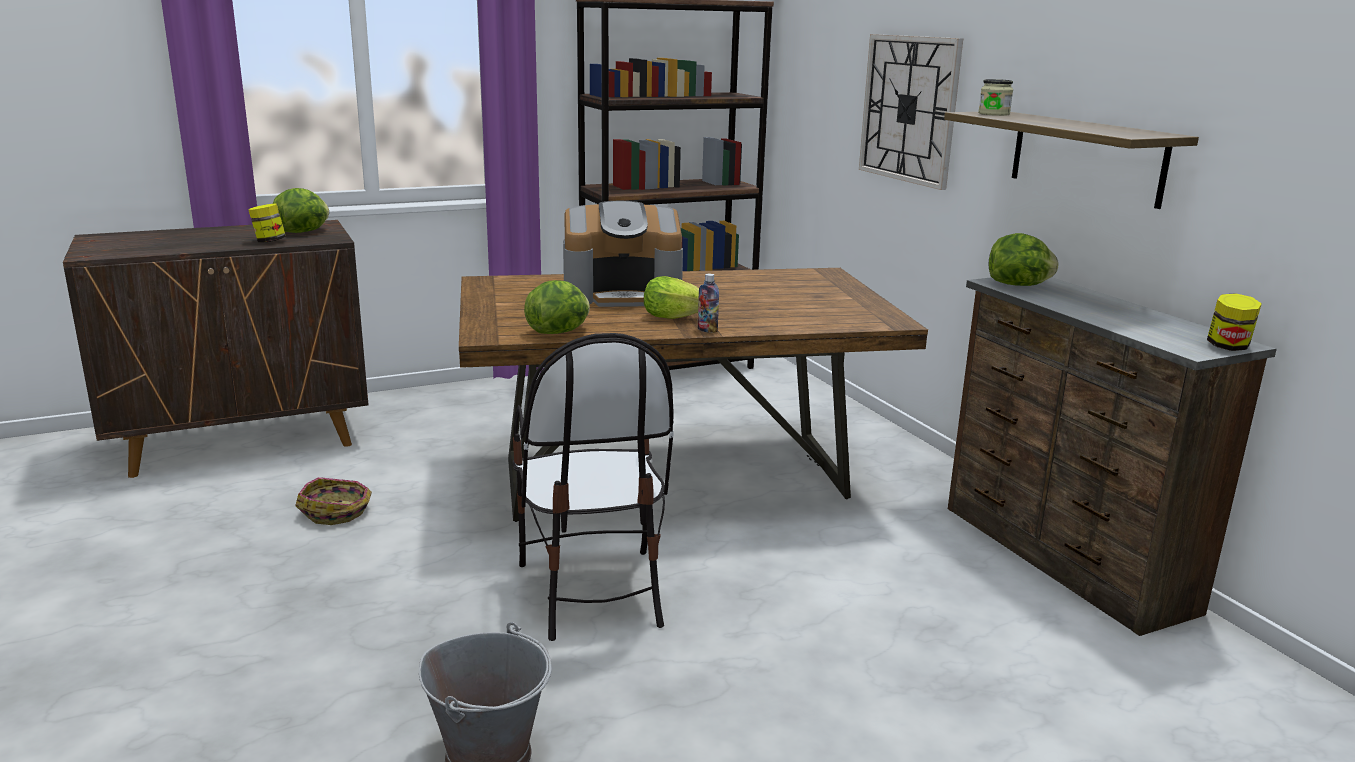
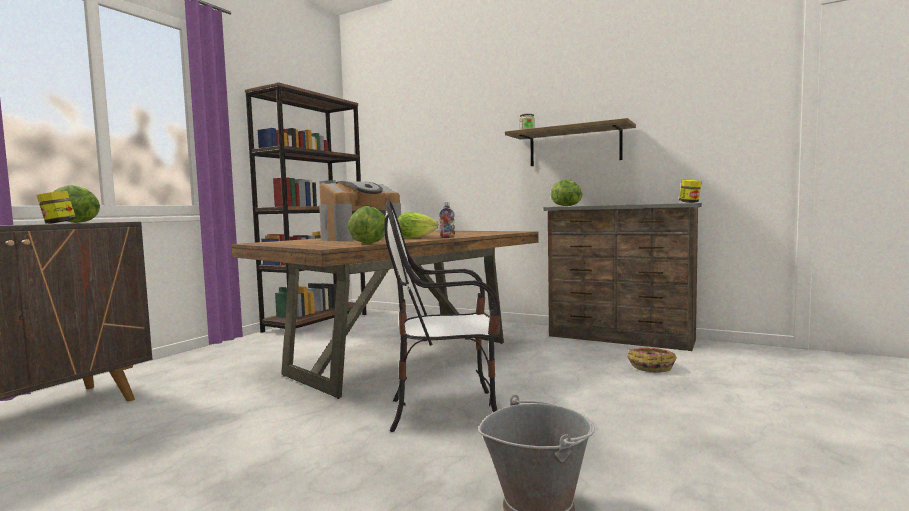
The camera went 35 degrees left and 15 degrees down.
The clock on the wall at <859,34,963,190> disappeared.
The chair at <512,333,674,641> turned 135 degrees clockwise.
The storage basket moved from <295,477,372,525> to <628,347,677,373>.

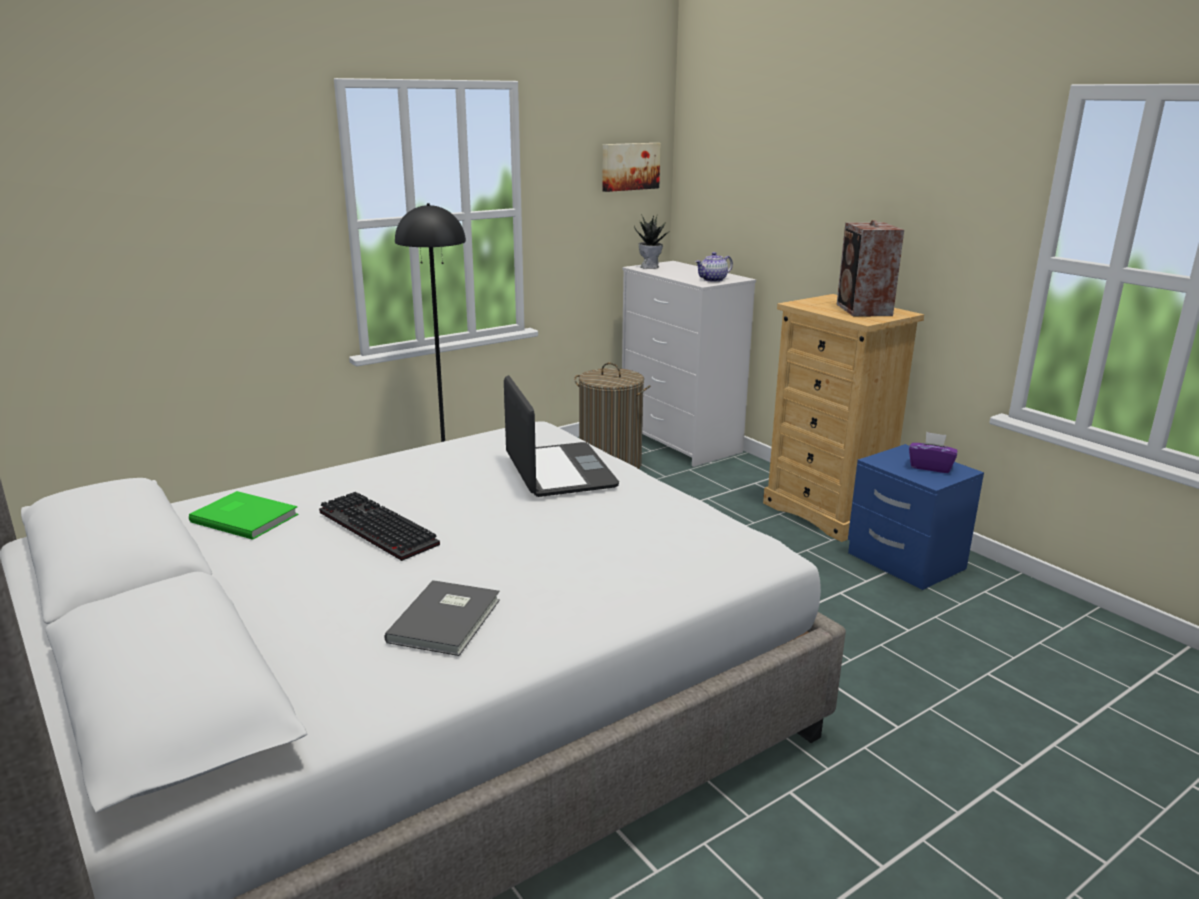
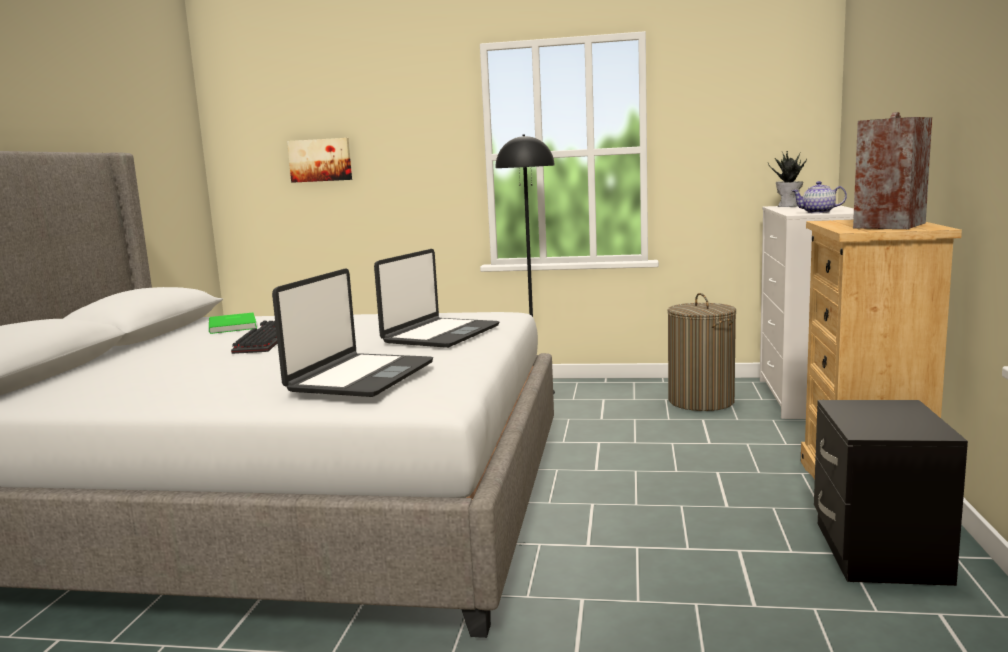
The camera went 45 degrees right and 10 degrees down.
The wall art moved from <602,143,661,192> to <287,138,352,183>.
The tissue box/purple-coloured at <909,432,957,473> disappeared.
The bedside table/blue-coloured at <848,444,984,590> became the bedside table/black at <814,400,968,586>.
The book/grey at <384,580,500,656> disappeared.
The portable computer at <272,268,433,397> appeared.

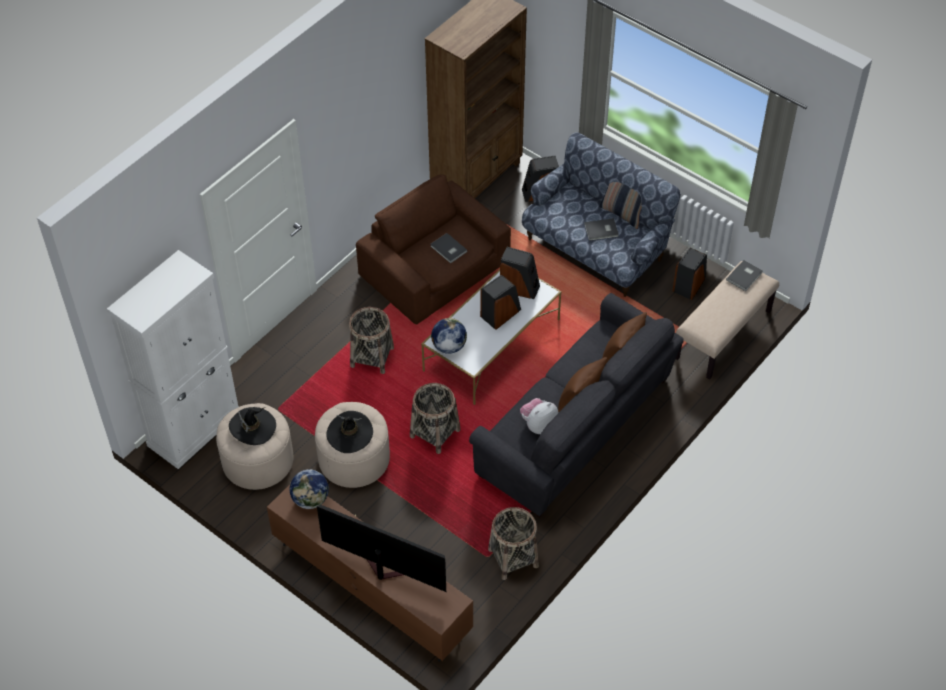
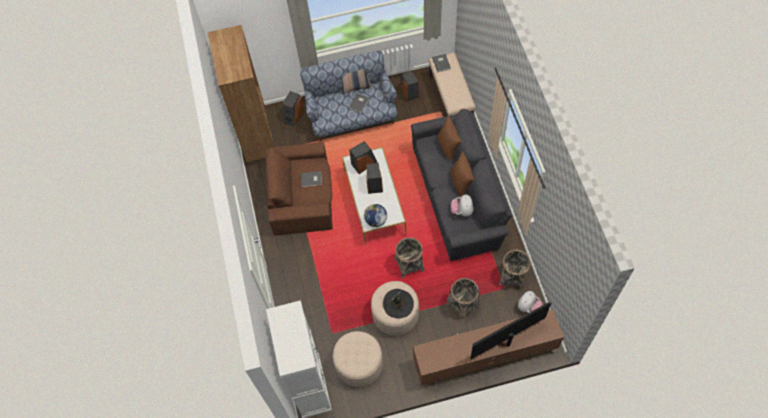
The camera went 50 degrees left and 10 degrees up.
The storage basket moved from <349,307,394,374> to <446,278,480,320>.
The clothing hat/black at <229,407,276,445> disappeared.
The desk globe at <290,469,329,509> disappeared.
The plush toy at <518,291,543,313> appeared.

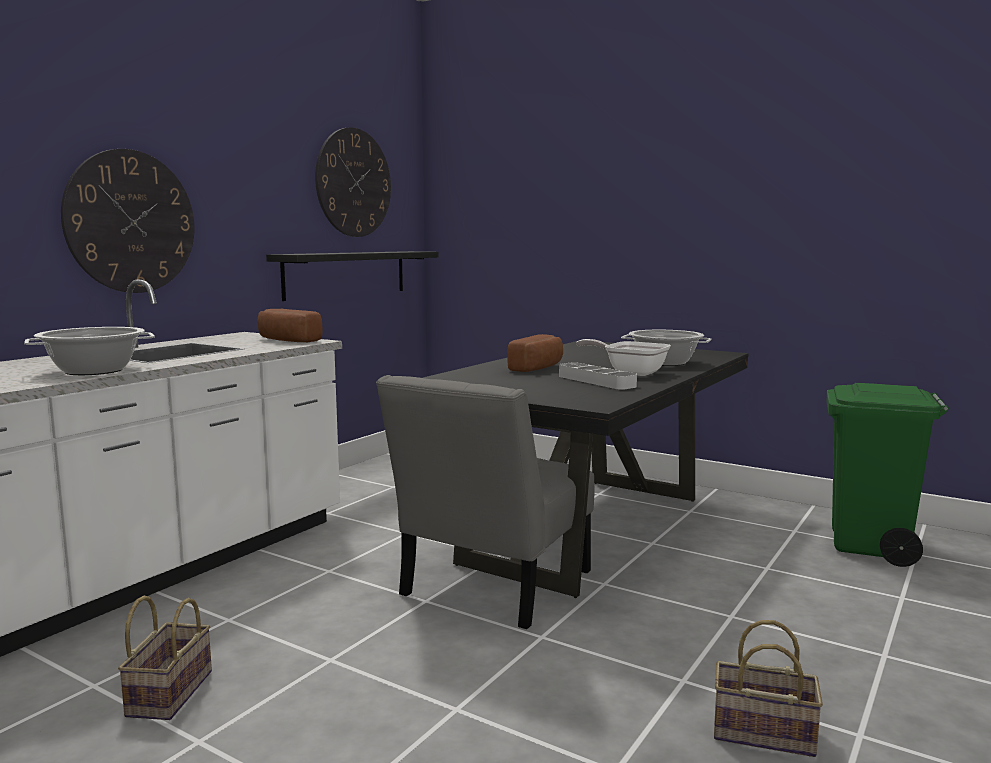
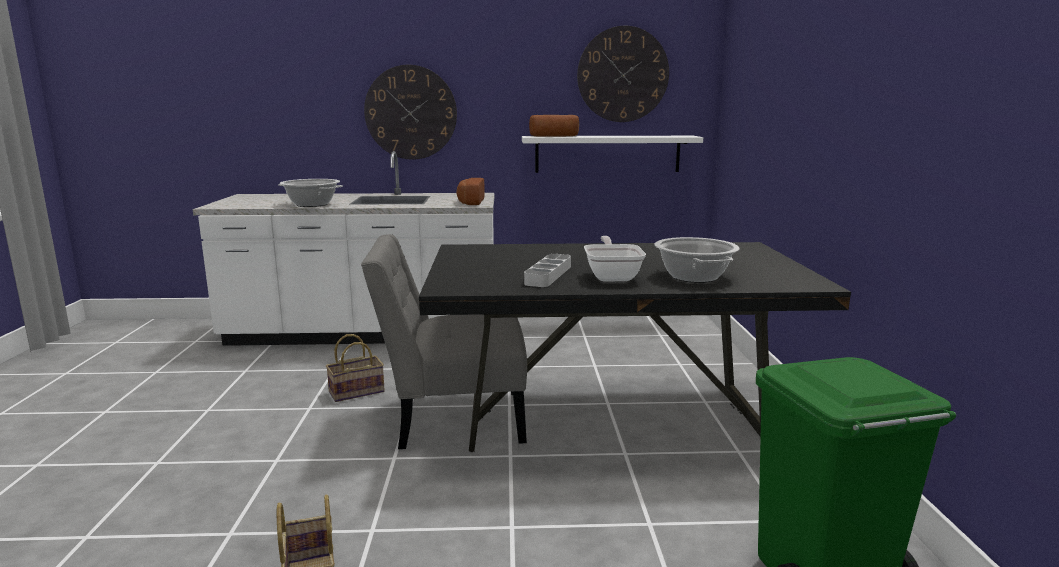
The camera went 55 degrees right and 5 degrees up.
The wall shelf/black at <266,251,439,301> became the wall shelf/white at <522,136,703,173>.
The bakery bread moved from <507,334,563,372> to <529,115,579,137>.
The storage basket moved from <118,596,212,720> to <326,334,385,402>.

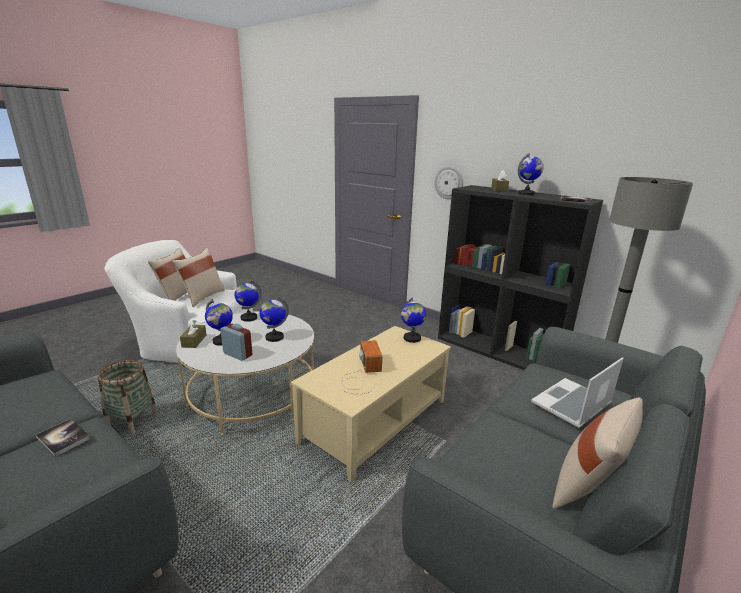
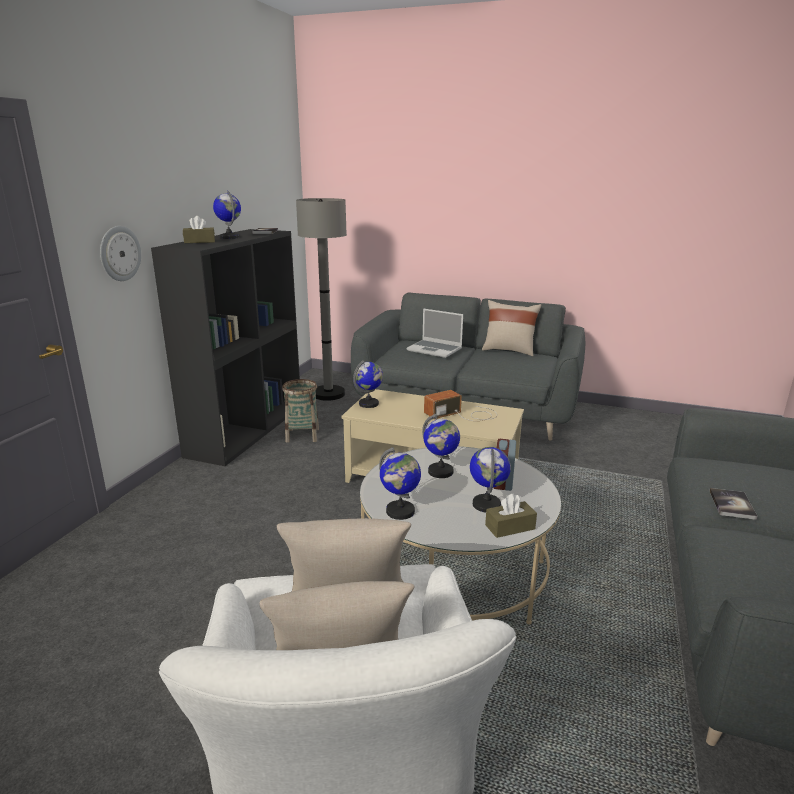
The camera went 110 degrees left and 0 degrees up.
The storage basket moved from <98,360,158,435> to <282,379,319,443>.

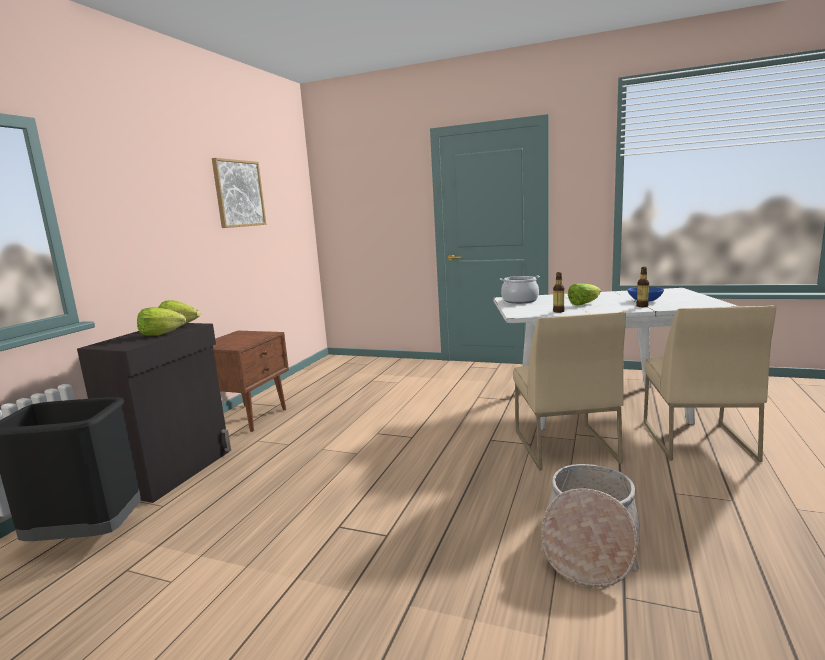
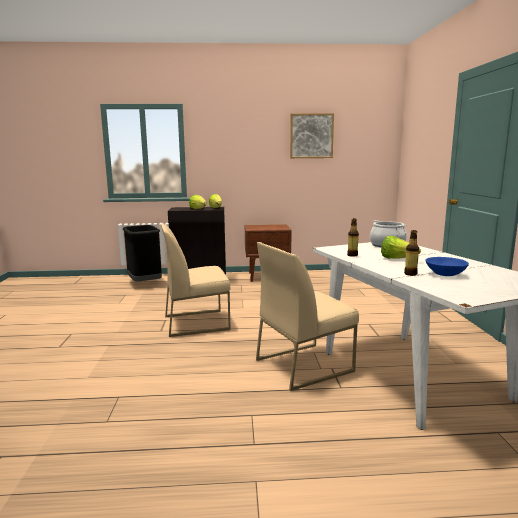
The camera went 65 degrees right and 0 degrees up.
The chair/beige-coloured moved from <644,306,776,462> to <161,223,231,337>.
The storage basket at <541,464,640,587> disappeared.

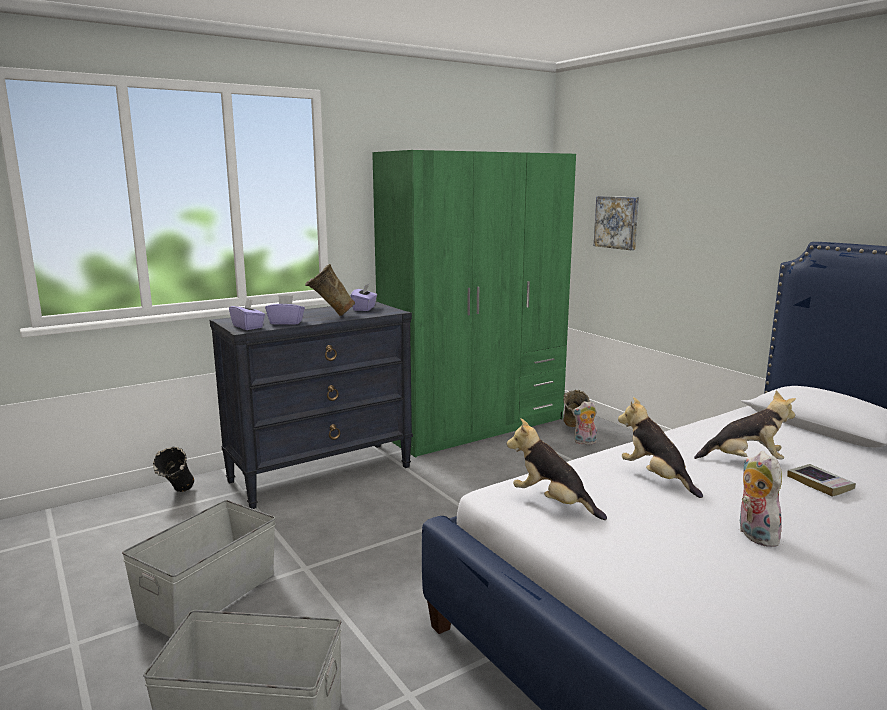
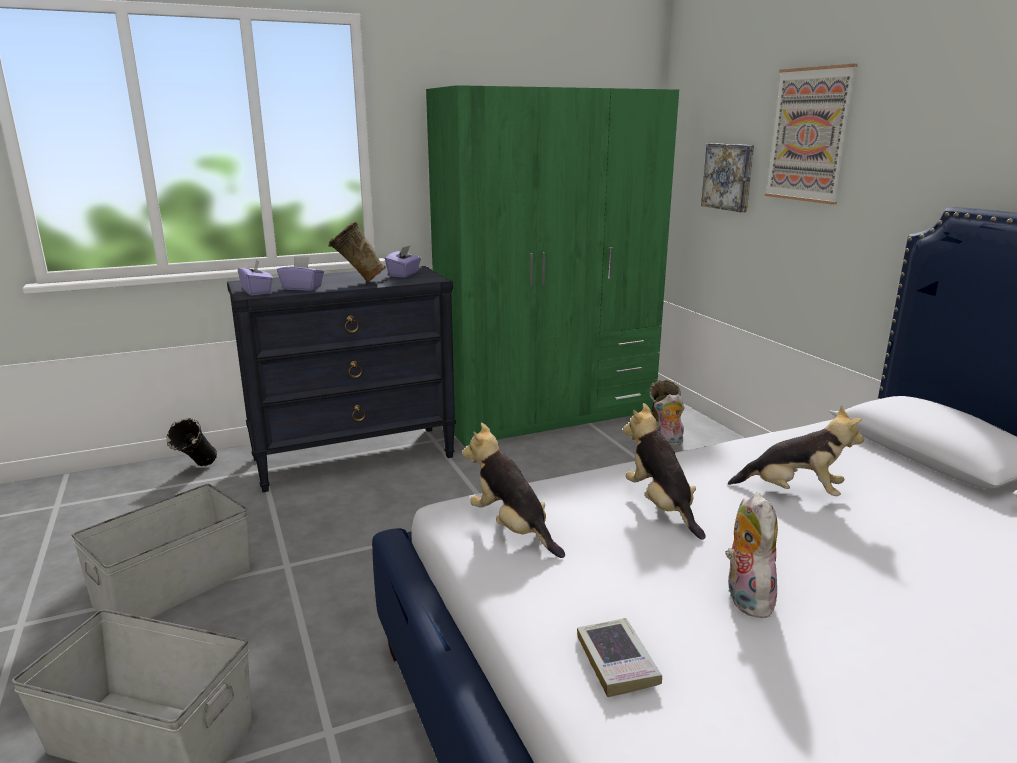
The camera went 10 degrees right and 5 degrees up.
The book moved from <787,464,856,497> to <577,618,662,697>.
The wall art at <765,64,858,204> appeared.

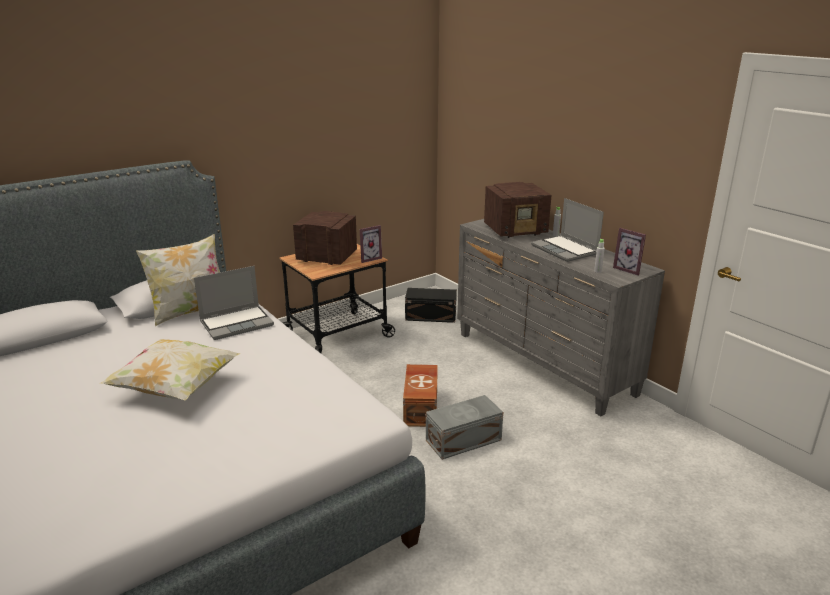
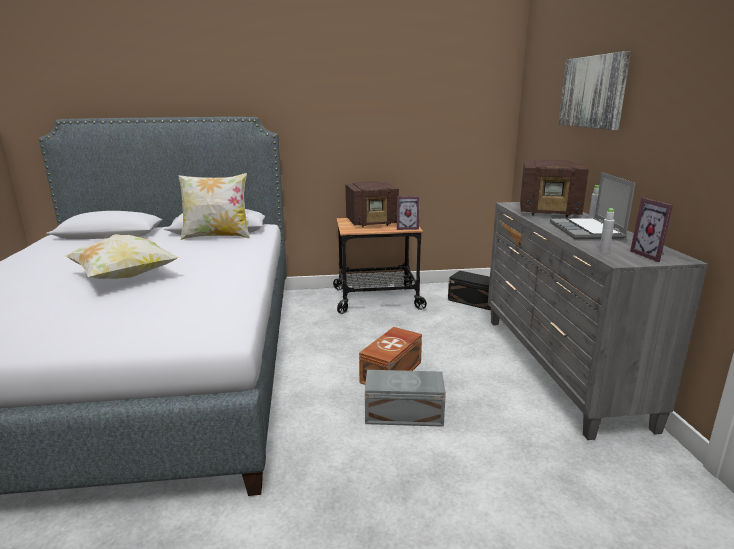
The camera went 30 degrees right and 5 degrees down.
The radio receiver at <293,211,357,265> turned 120 degrees clockwise.
The portable computer at <194,266,274,340> disappeared.
The wall art at <559,51,631,130> appeared.

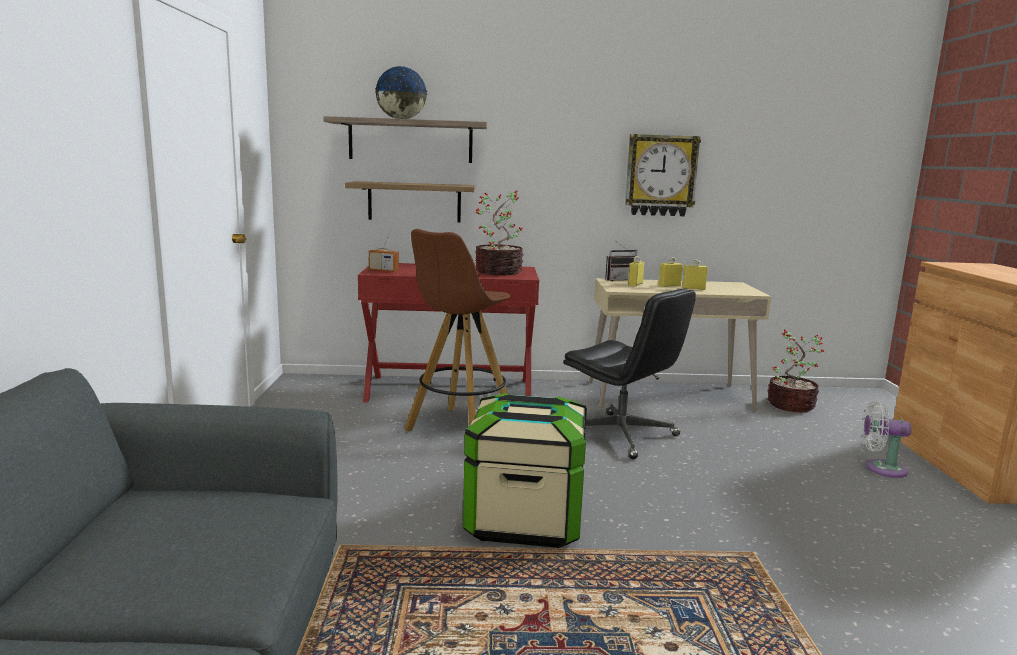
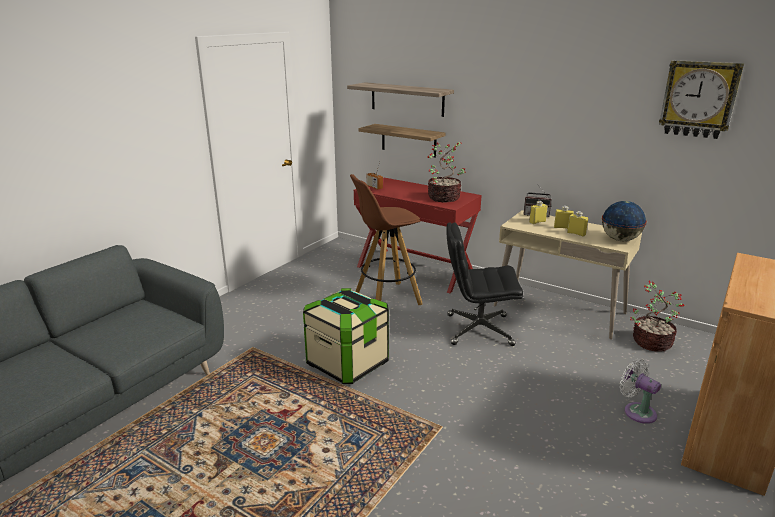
The camera went 35 degrees right and 10 degrees up.
The desk globe moved from <375,66,428,119> to <602,201,647,241>.
The clock on the wall moved from <625,134,701,216> to <659,60,744,139>.
The office chair/black at <563,288,696,459> turned 105 degrees clockwise.

